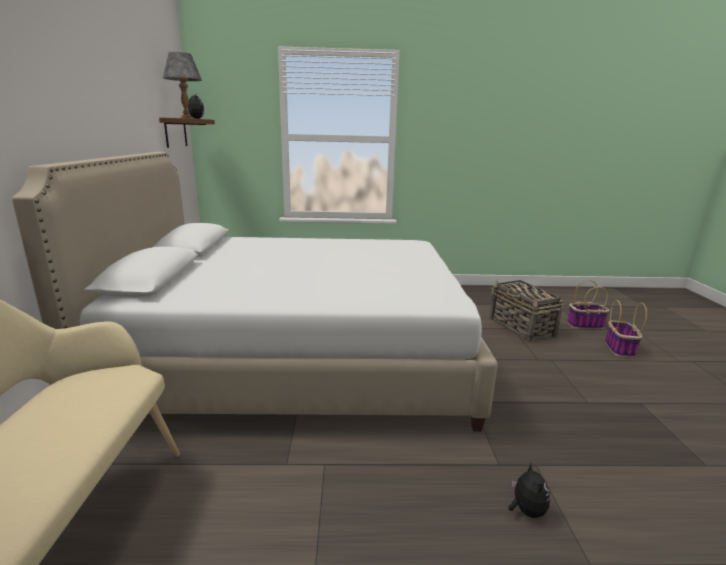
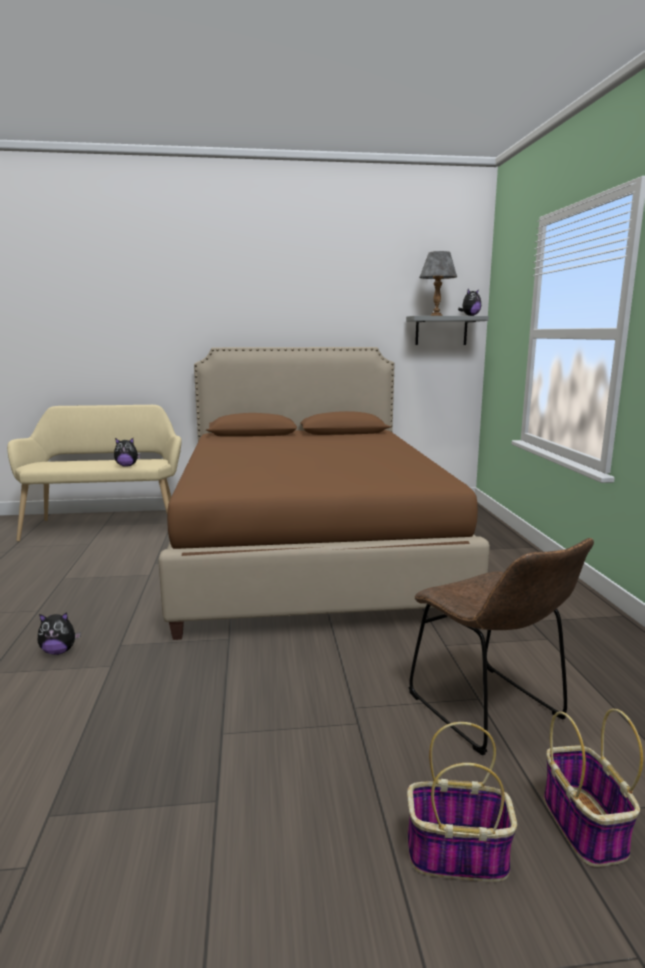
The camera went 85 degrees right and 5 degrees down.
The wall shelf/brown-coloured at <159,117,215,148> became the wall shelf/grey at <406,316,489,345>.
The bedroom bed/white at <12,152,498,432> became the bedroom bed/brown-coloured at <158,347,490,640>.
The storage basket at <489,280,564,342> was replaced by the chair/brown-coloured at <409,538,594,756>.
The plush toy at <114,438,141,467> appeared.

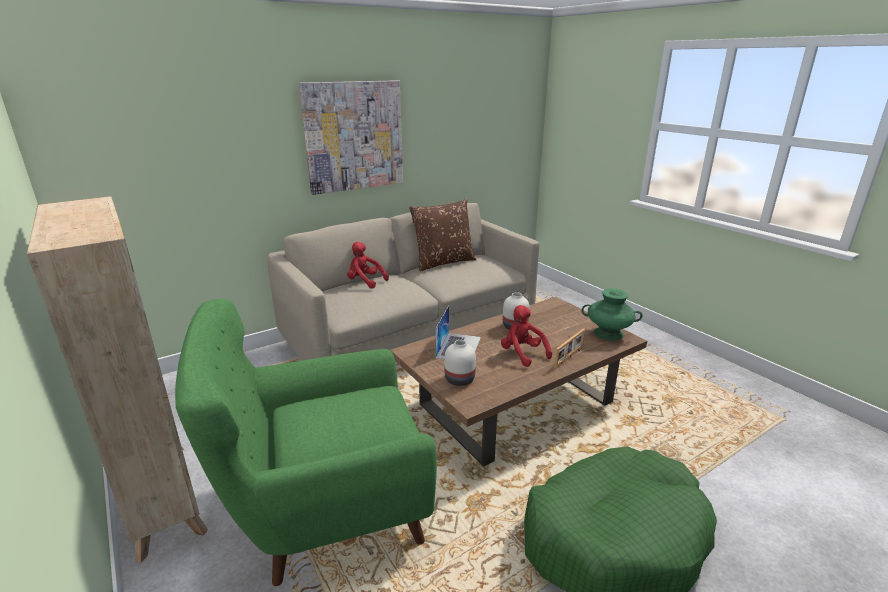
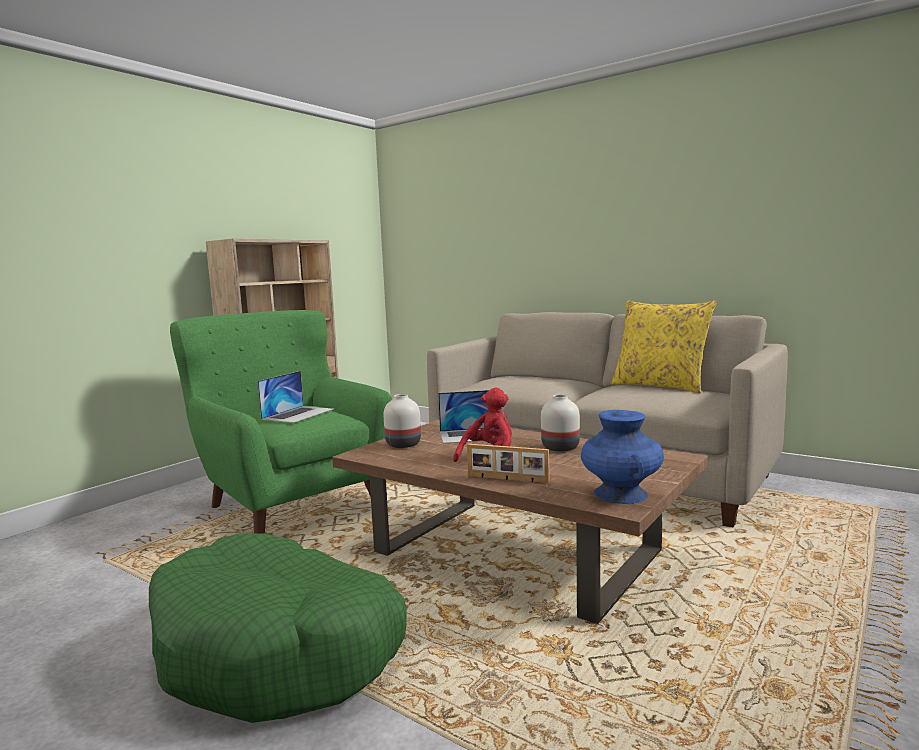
The camera went 70 degrees right and 15 degrees down.
The wall art at <299,80,403,195> disappeared.
The throw pillow/brown-coloured at <409,199,477,271> became the throw pillow/yellow at <610,301,717,393>.
The plush toy/red-coloured at <347,242,389,288> disappeared.
The vase/green-coloured at <581,289,643,341> became the vase/blue-coloured at <581,410,664,504>.
The portable computer at <257,371,333,423> appeared.

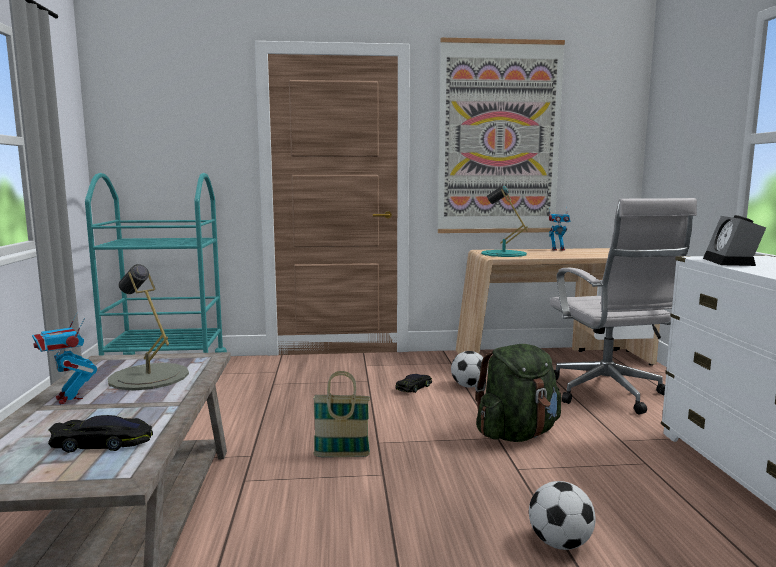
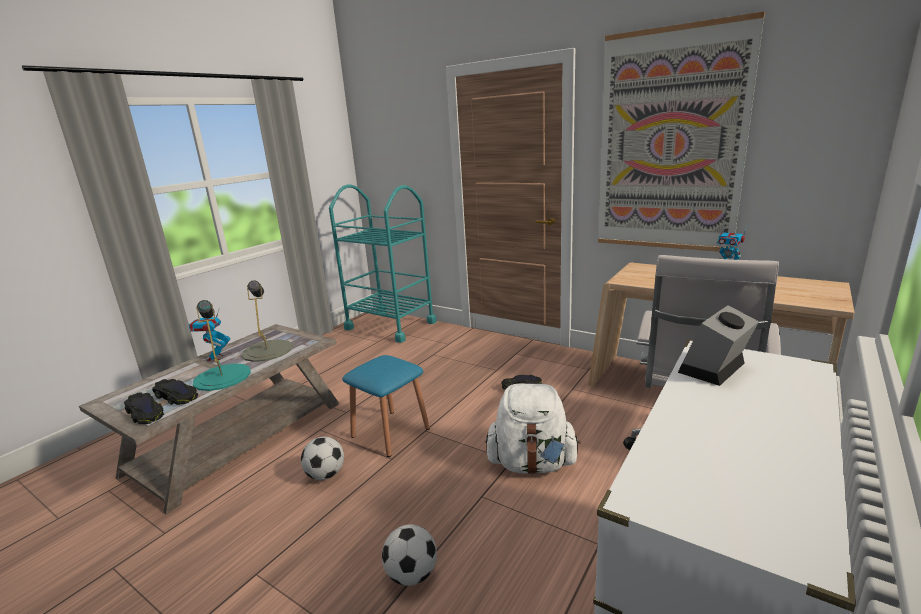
The camera went 40 degrees right and 10 degrees up.
The lamp for a table/blue-green moved from <481,185,528,257> to <193,300,251,391>.
The rucksack/green-coloured at <475,344,561,442> became the rucksack/white at <486,384,581,474>.
The ball for football moved from <451,351,488,388> to <301,437,344,480>.
The storage basket at <313,371,370,457> was replaced by the stool seat/blue-coloured at <342,355,430,457>.
The toy car/black at <124,392,164,424> appeared.

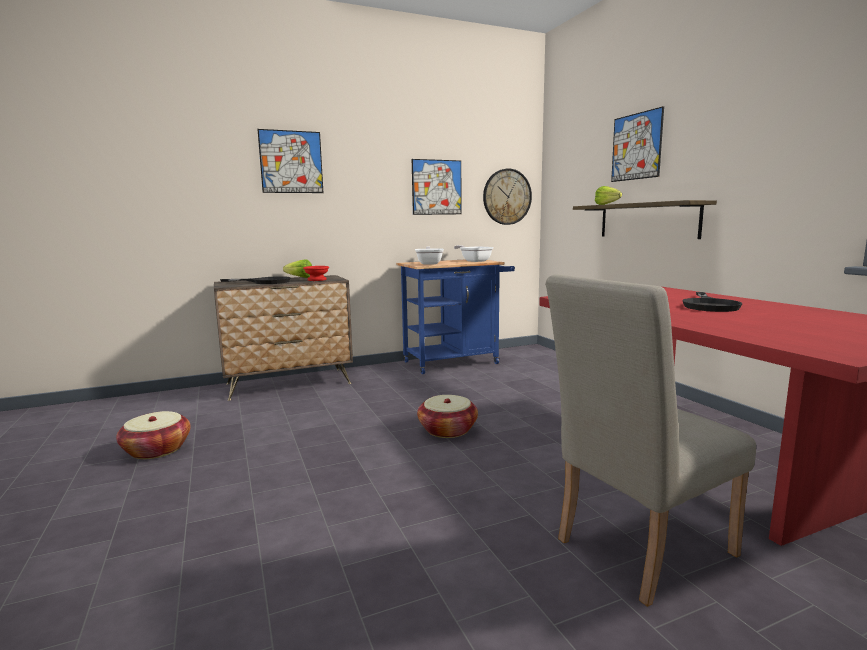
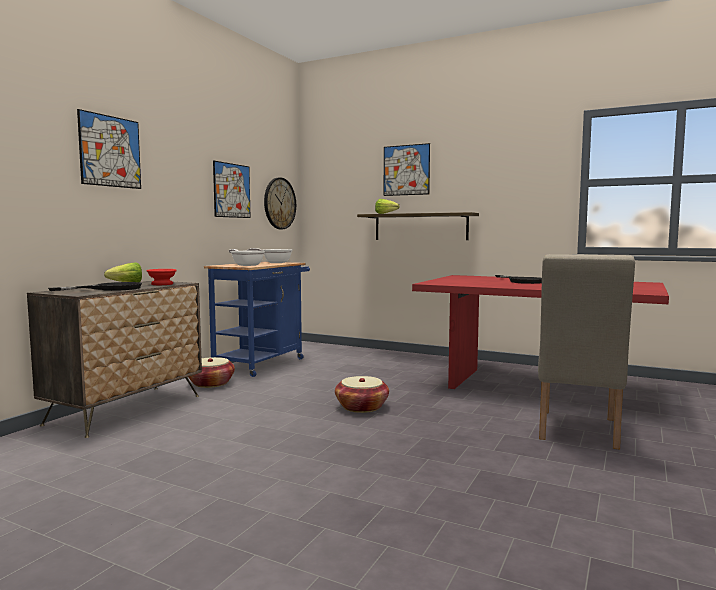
The camera went 40 degrees left and 5 degrees down.
The storage basket moved from <116,411,191,459> to <188,357,235,388>.

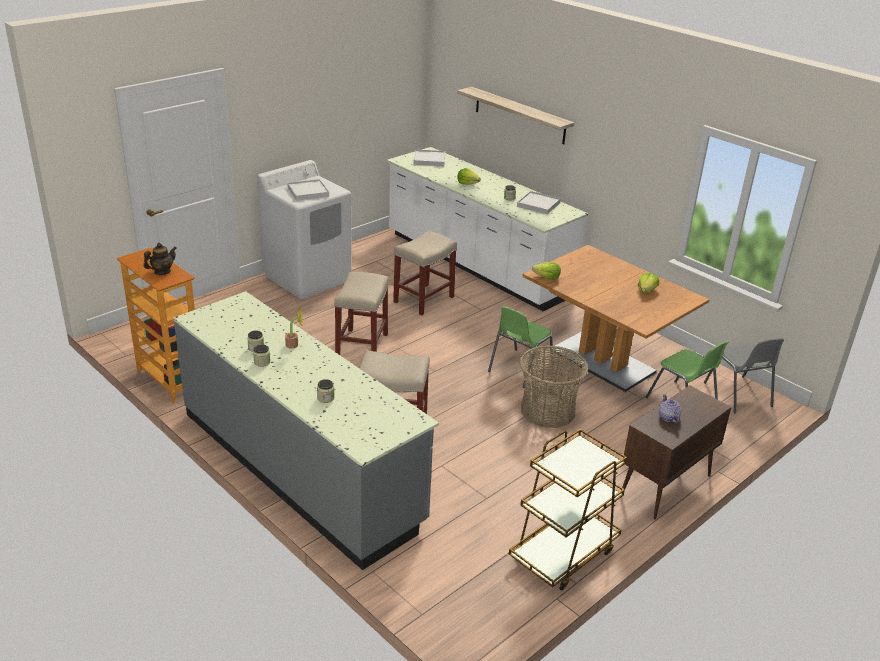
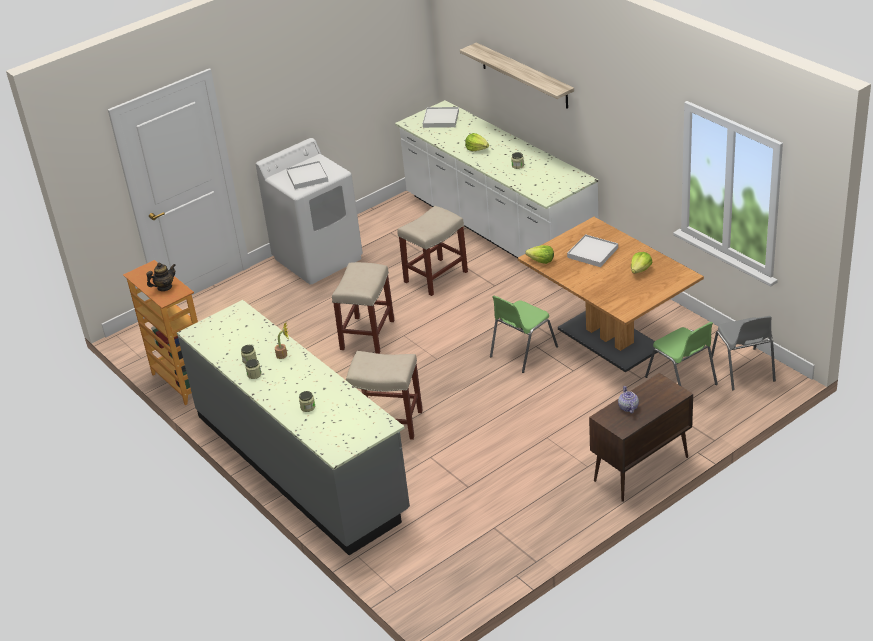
The camera went 10 degrees right and 5 degrees up.
The carrying tray/white moved from <517,191,561,214> to <567,234,618,267>.
The storage basket at <519,345,589,428> disappeared.
The trolley/brown-coloured at <509,429,627,591> disappeared.

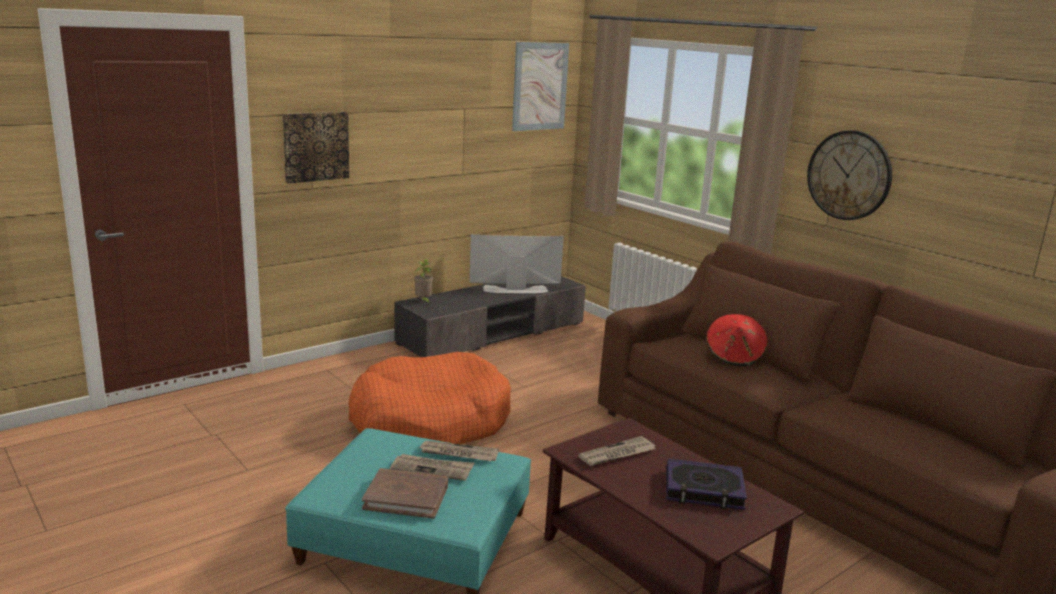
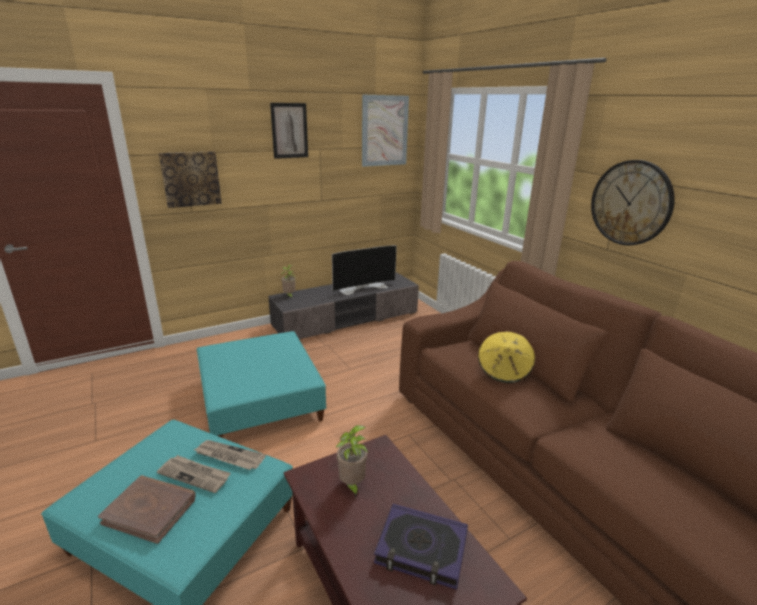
The camera went 10 degrees right and 5 degrees up.
The TV set at <469,234,564,293> turned 150 degrees clockwise.
The clothing hat/red-coloured at <706,314,768,366> became the clothing hat/yellow at <478,331,535,383>.
The dog bed/orange-coloured at <348,352,511,444> was replaced by the pouffe/blue-green at <197,331,326,438>.
The daily paper at <578,436,656,466> was replaced by the potted plant at <336,425,368,498>.
The wall art at <270,103,308,159> appeared.

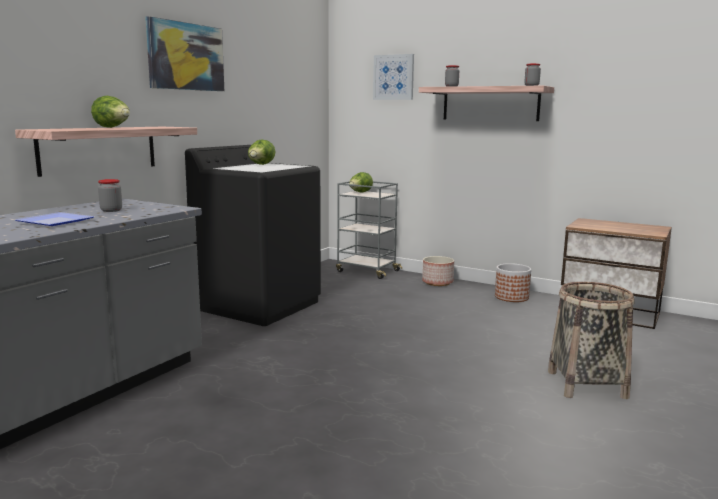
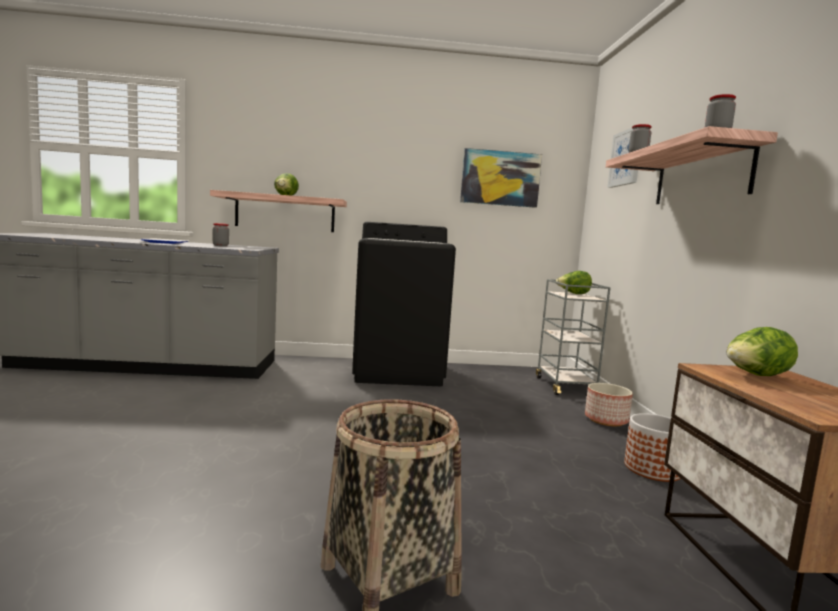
The camera went 55 degrees right and 5 degrees down.
The wall art moved from <145,16,224,91> to <460,148,542,208>.
The lettuce moved from <248,139,275,165> to <727,327,798,376>.

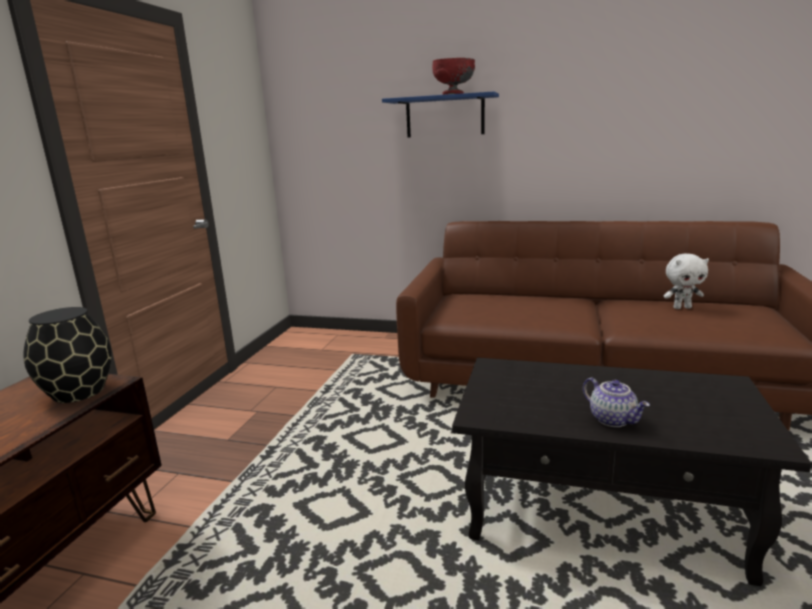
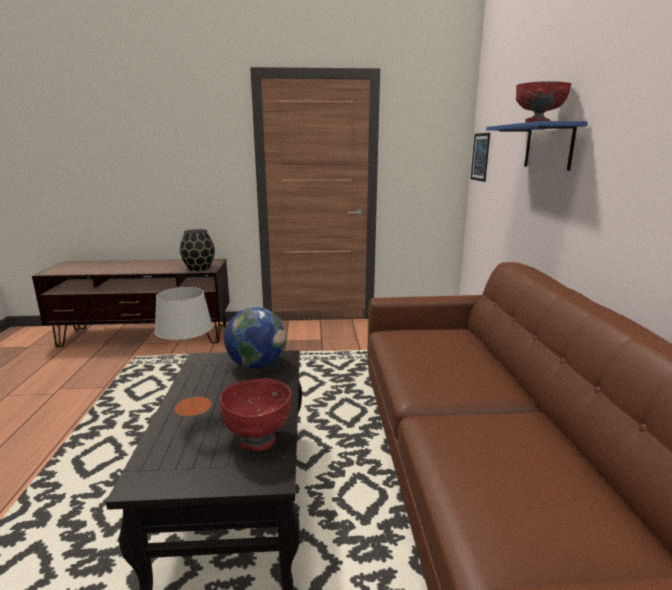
The camera went 70 degrees right and 0 degrees up.
The plush toy/white at <664,254,709,309> disappeared.
The tea pot at <583,378,650,427> was replaced by the lamp for a table/grey at <155,287,213,416>.
The wall art at <471,133,490,182> appeared.
The desk globe at <224,307,286,369> appeared.
The bowl/red-coloured at <220,378,291,451> appeared.

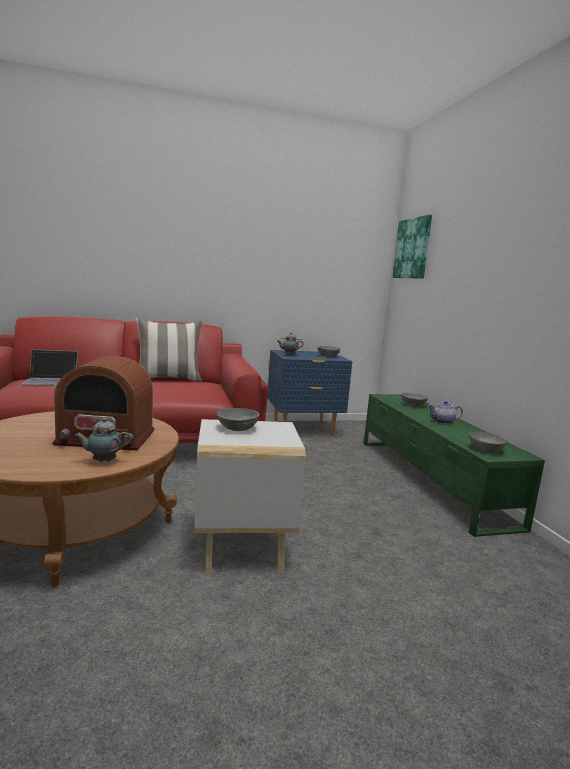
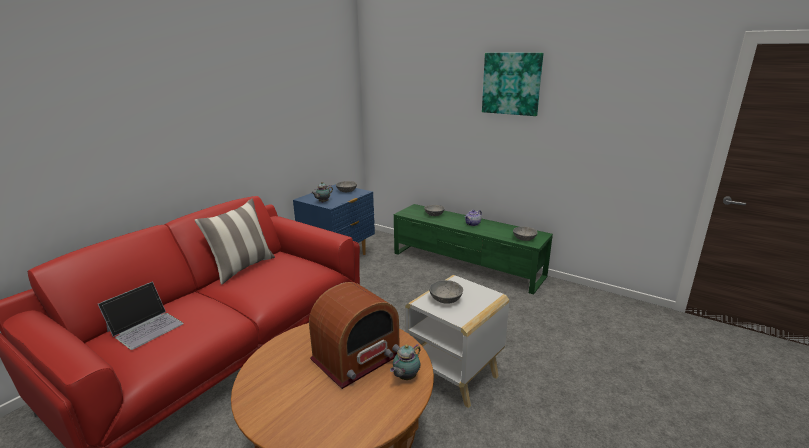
The camera went 40 degrees left and 10 degrees up.
The wall art moved from <392,215,432,279> to <482,53,544,116>.

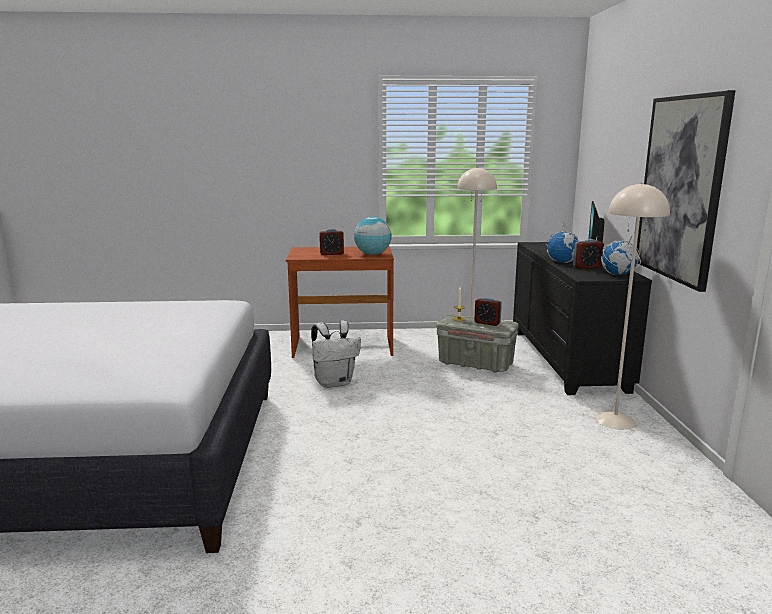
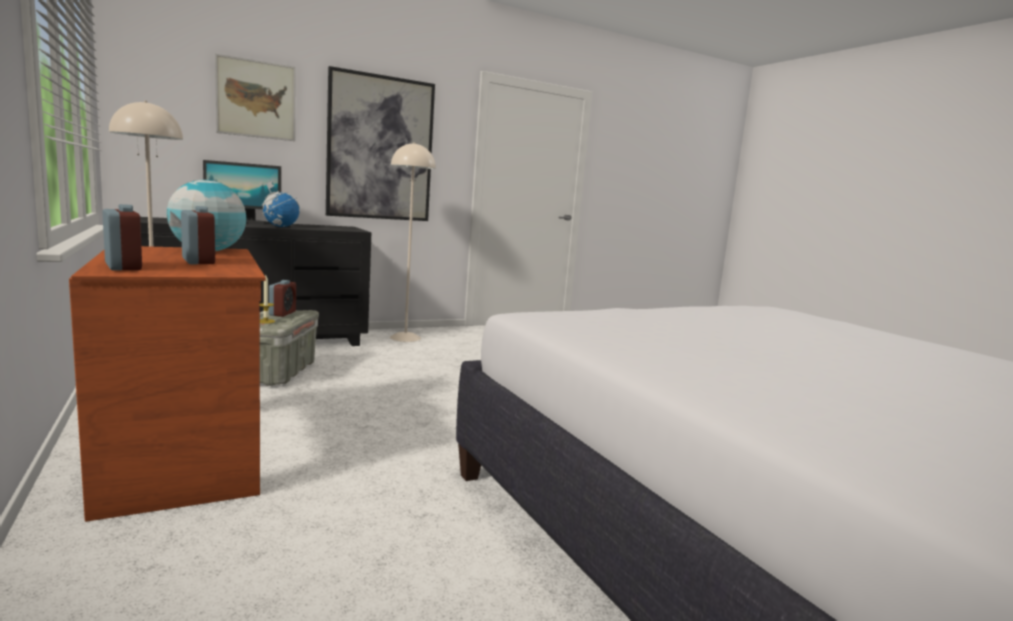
The camera went 115 degrees left and 5 degrees down.
The desk globe at <601,233,641,275> disappeared.
The bedside clock moved from <573,239,604,269> to <102,204,142,270>.
The rucksack/white at <311,320,361,388> disappeared.
The wall art at <215,53,295,141> appeared.

